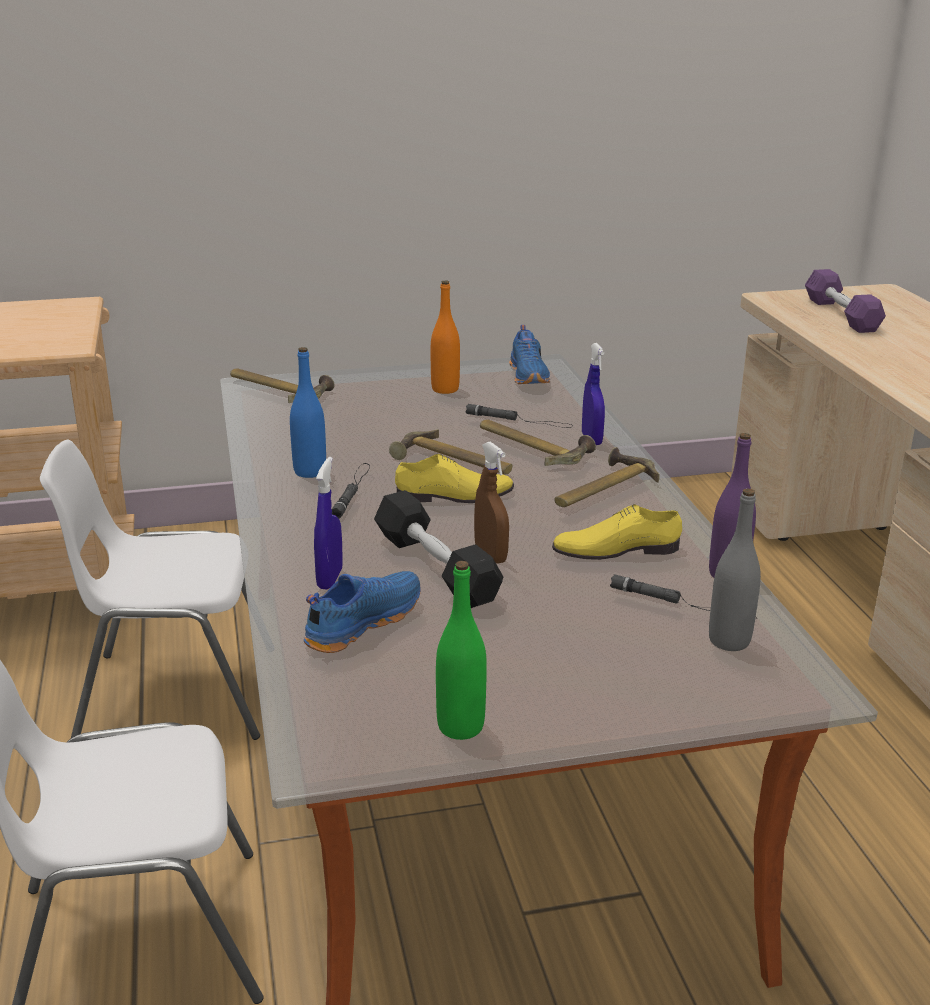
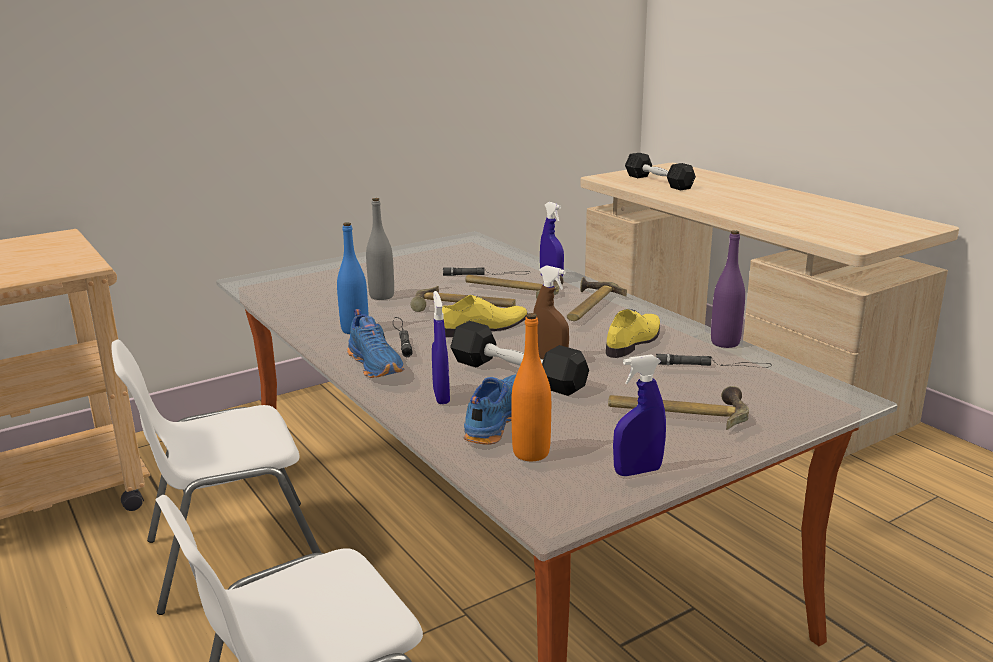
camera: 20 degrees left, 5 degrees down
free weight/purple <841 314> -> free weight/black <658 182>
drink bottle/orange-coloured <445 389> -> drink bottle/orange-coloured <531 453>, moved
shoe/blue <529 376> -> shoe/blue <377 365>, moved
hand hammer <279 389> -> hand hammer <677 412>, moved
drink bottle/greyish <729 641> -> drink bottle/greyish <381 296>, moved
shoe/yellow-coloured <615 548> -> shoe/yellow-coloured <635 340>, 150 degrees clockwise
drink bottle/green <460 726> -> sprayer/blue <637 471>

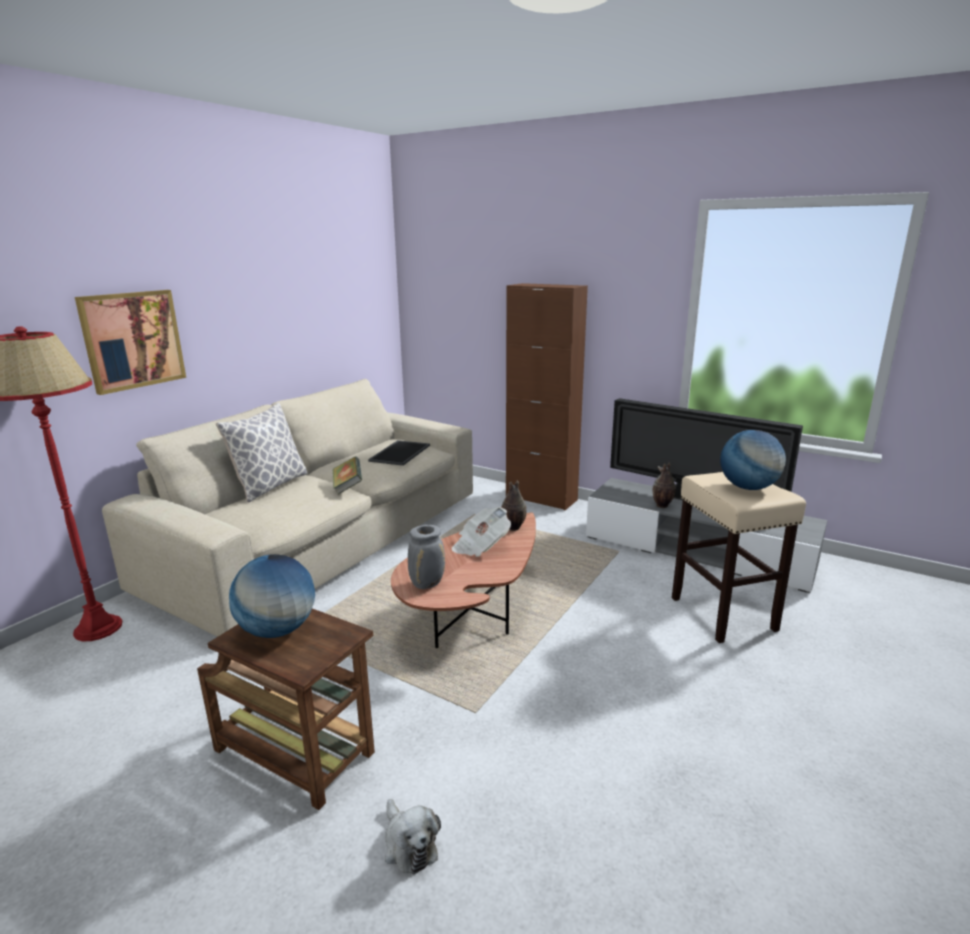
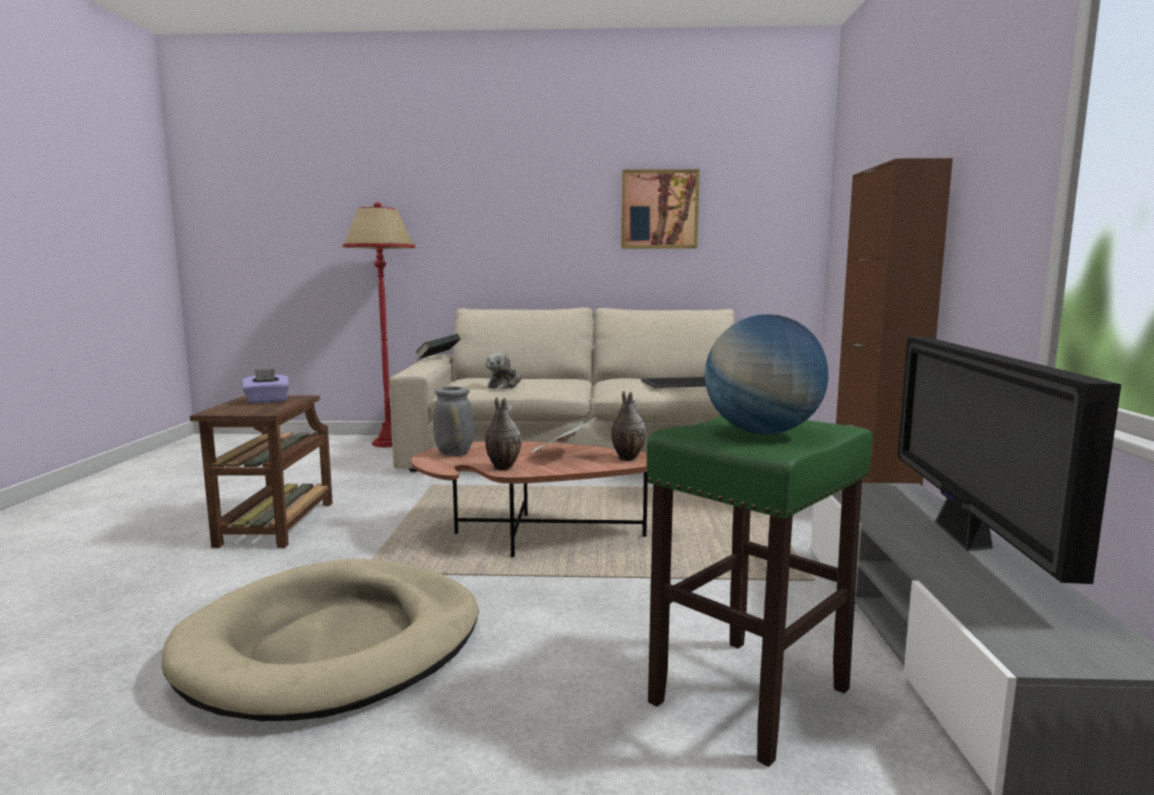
camera: 60 degrees right, 10 degrees down
wall picture <133 340> -> wall picture <659 209>, moved
throw pillow <270 486> -> none
bound book <348 487> -> bound book <438 359>, moved
vase <662 506> -> vase <502 468>, moved
stool/beige <724 614> -> stool/green <749 697>
desk globe <277 630> -> tissue box/purple <267 401>
cuddly toy <409 844> -> cuddly toy <504 386>, moved
none -> pet bed/beige <334 645>

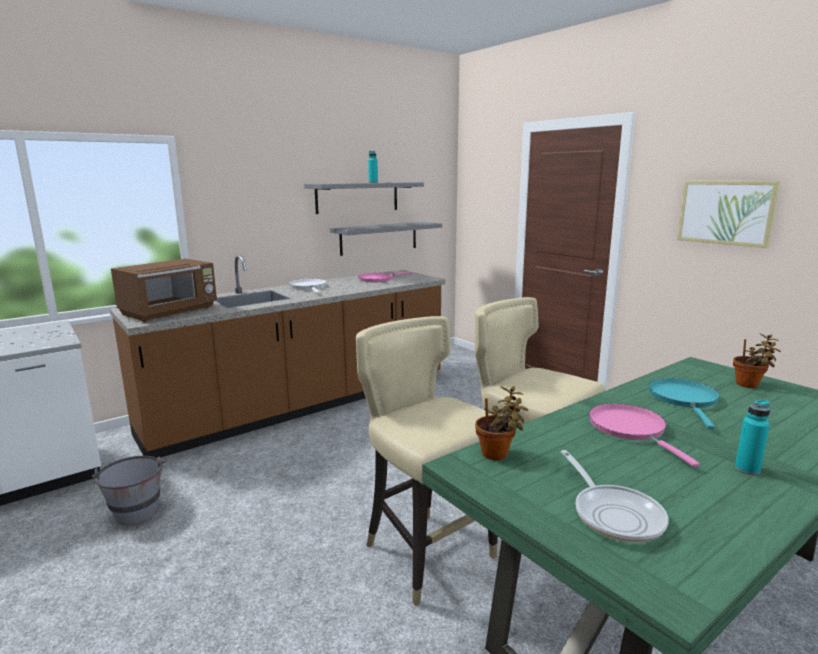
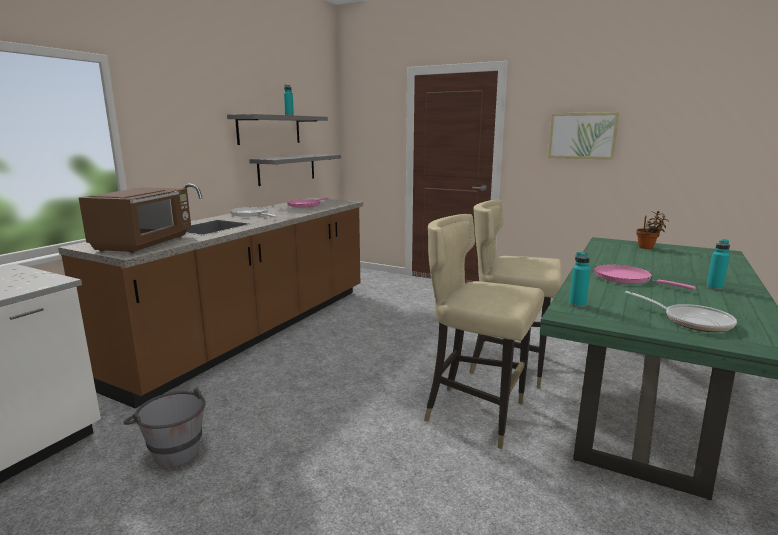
camera: 25 degrees left, 0 degrees up
frying pan/turquoise <684 399> -> none
potted plant <497 454> -> drink bottle/turquoise <577 304>

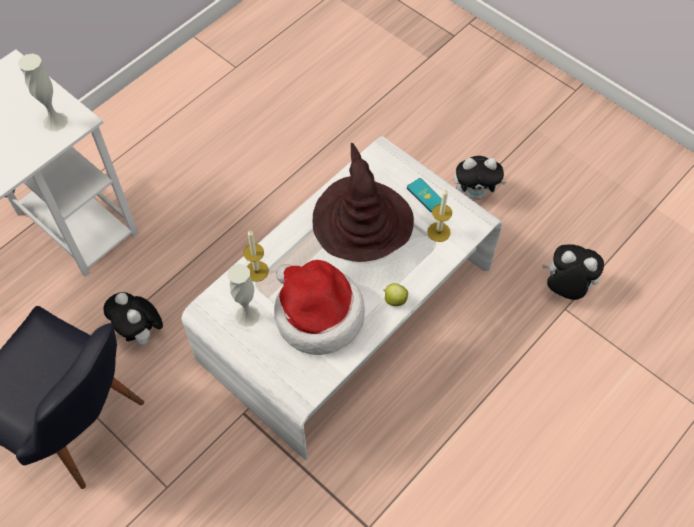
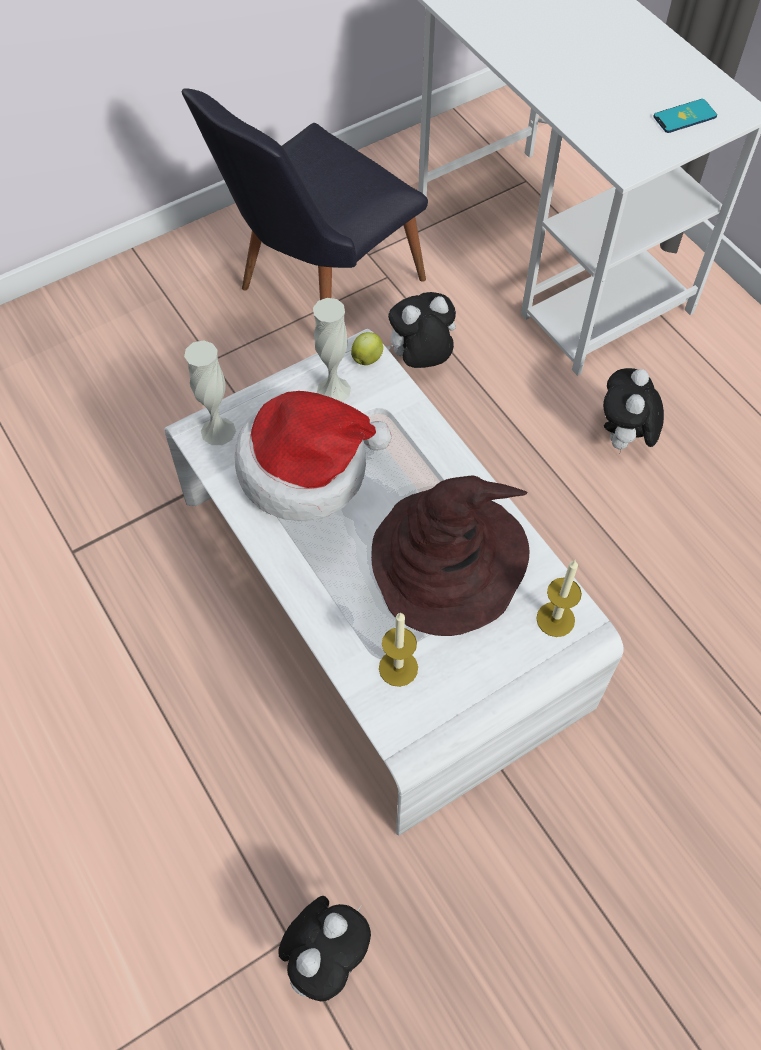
camera: 105 degrees right, 0 degrees up
vase/white <55 121> -> vase/white <218 431>, moved
cuddly toy <475 193> -> cuddly toy <623 439>, moved
phone <425 195> -> phone <684 116>, moved
wax candle <256 271> -> wax candle <555 619>, moved
whole apple <394 300> -> whole apple <367 358>, moved

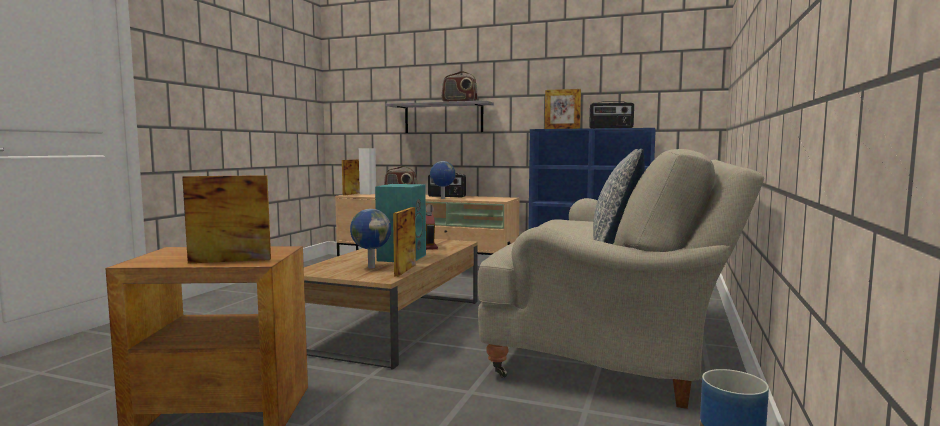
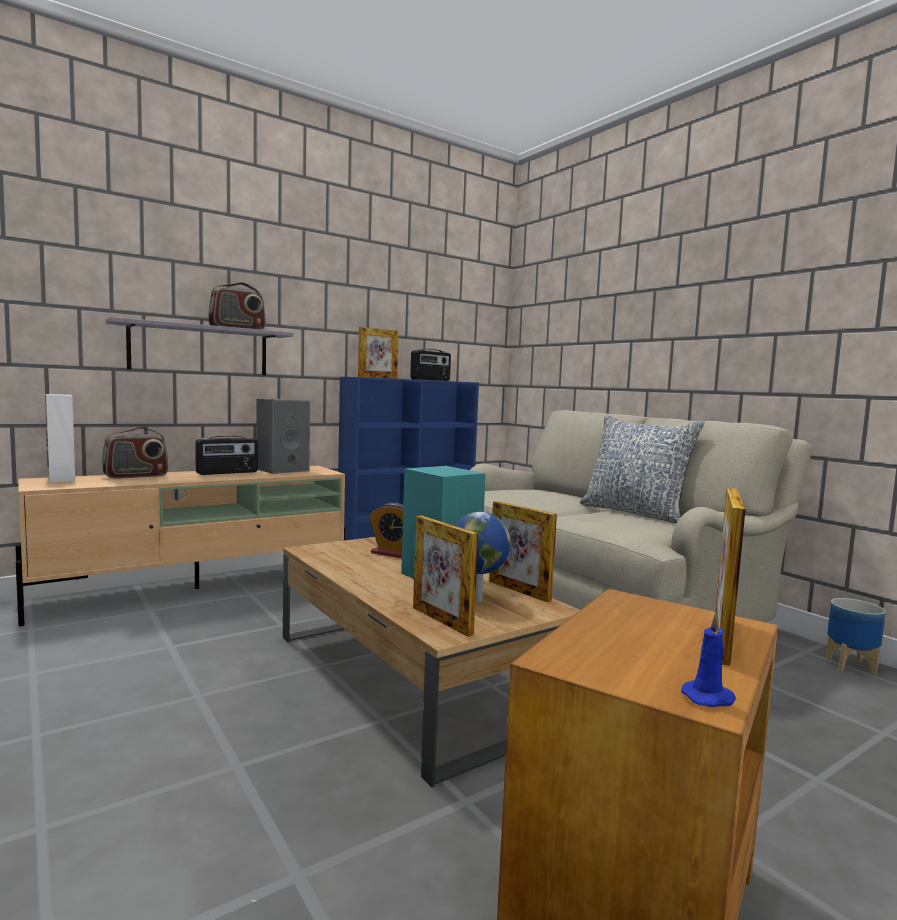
camera: 55 degrees left, 0 degrees up
standing frame <351 194> -> standing frame <441 620>, moved
desk globe <442 198> -> none
none -> audio speaker/greyish <283 470>
none -> wax candle/blue <709 698>

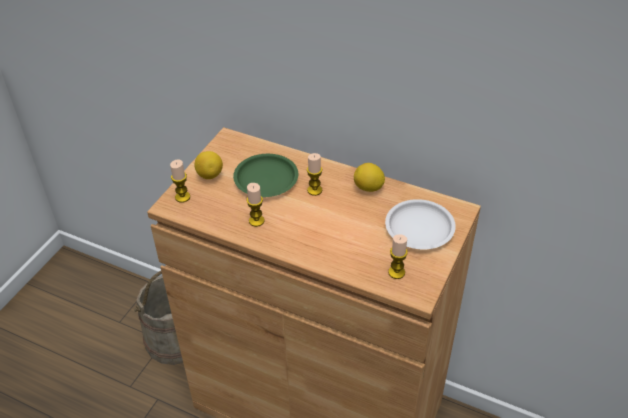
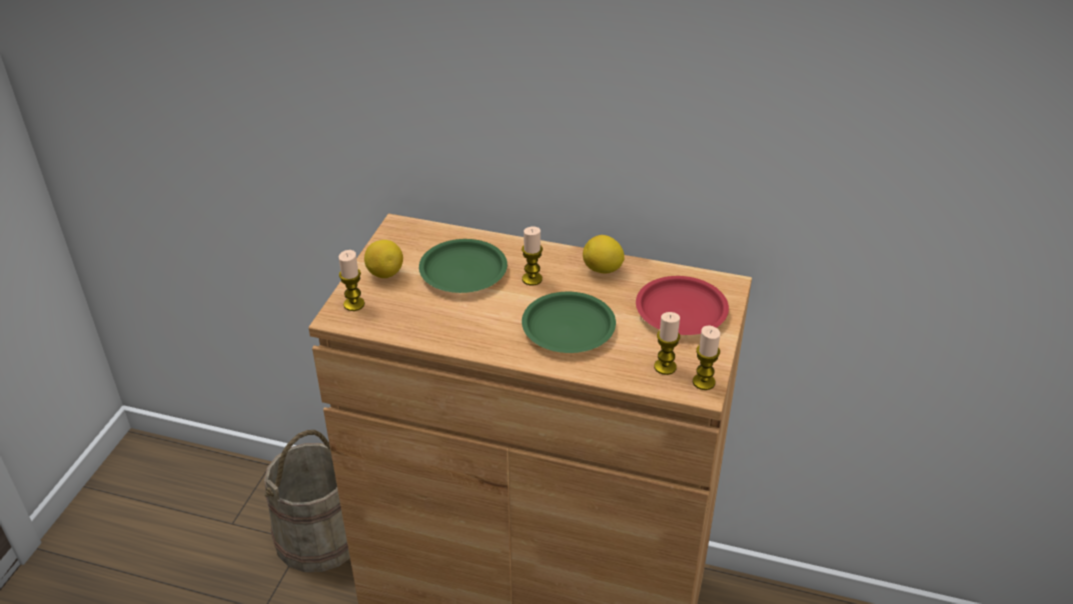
camera: 10 degrees left, 5 degrees down
wax candle <256 221> -> wax candle <703 382>, moved
plate/white <419 228> -> plate/red <680 311>
none -> plate/green <569 328>

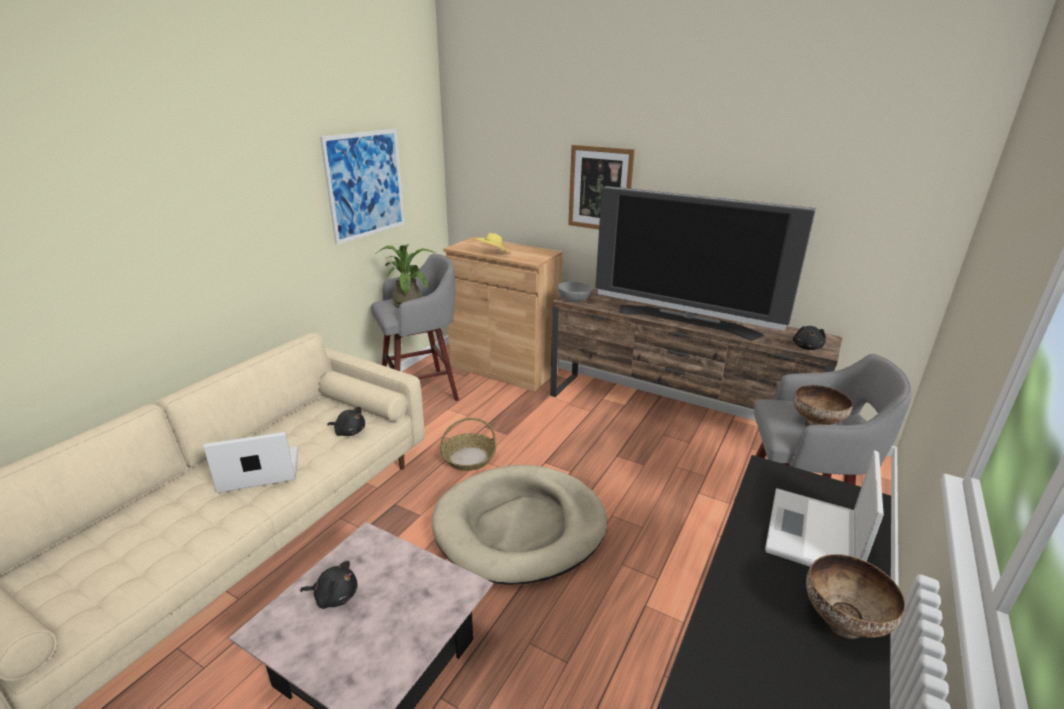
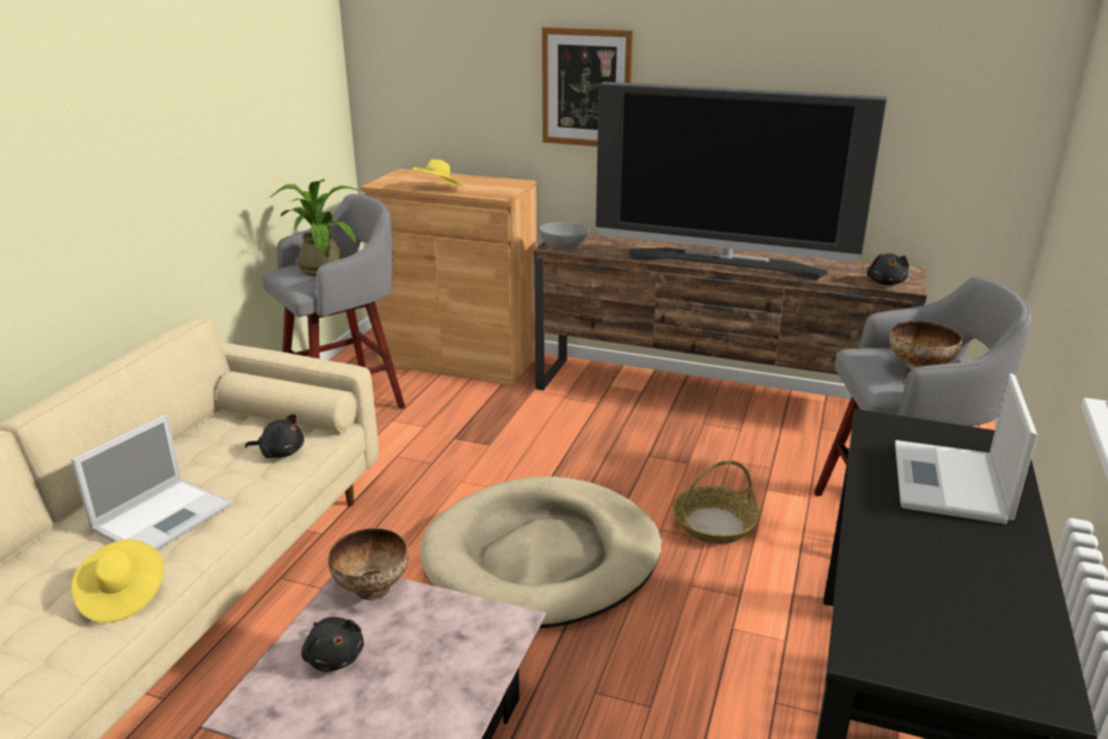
camera: 10 degrees left, 0 degrees up
wall picture <365 184> -> none
storage basket <469 458> -> storage basket <714 524>, moved
notebook computer <258 471> -> notebook computer <164 516>, 150 degrees clockwise
deep dish <841 622> -> deep dish <371 589>, moved
cuddly toy/black <334 596> -> cuddly toy/black <334 657>, 60 degrees clockwise
none -> clothing hat/yellow-coloured <122 596>

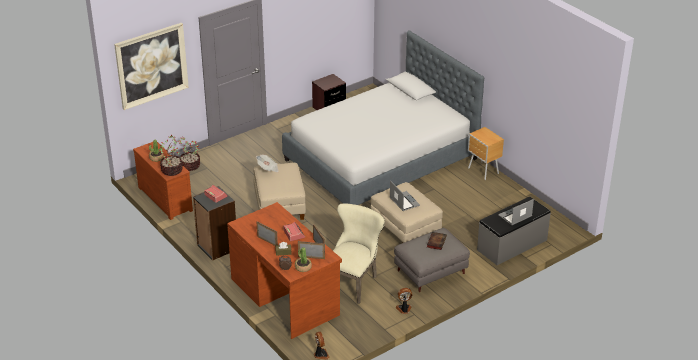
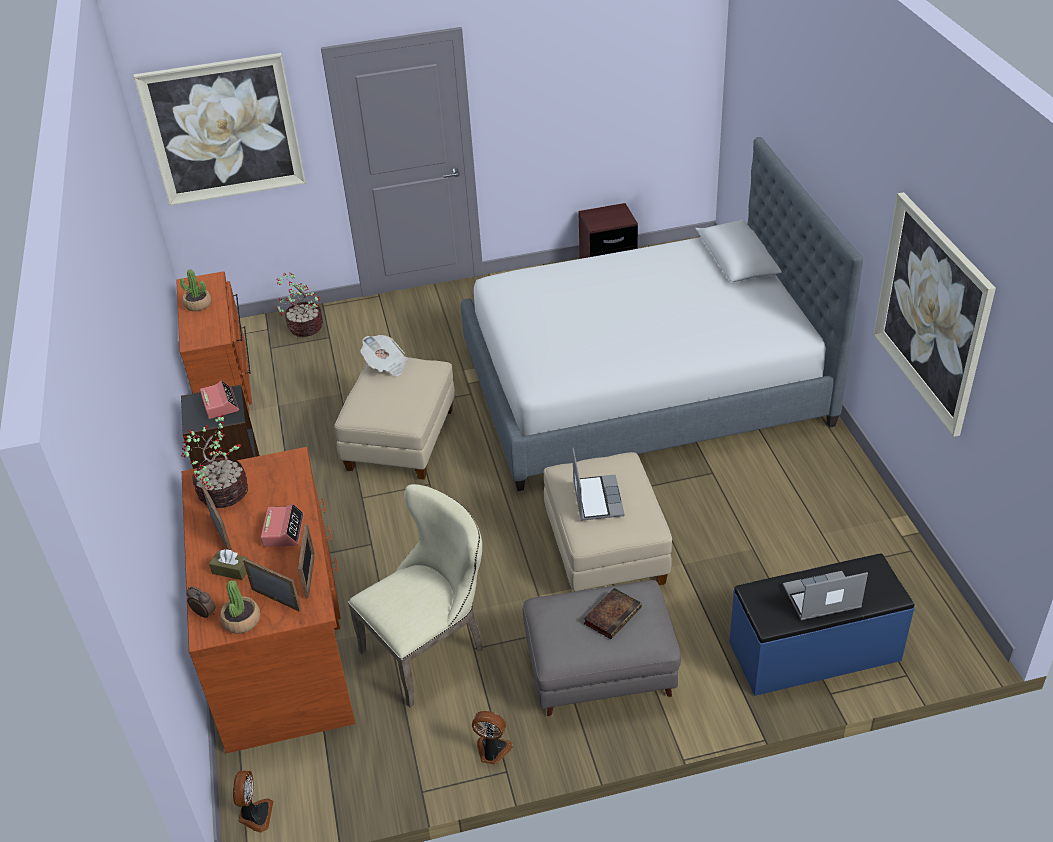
camera: 25 degrees right, 5 degrees up
bedside table/brownish <483 171> -> none
potted plant <172 170> -> potted plant <225 492>, moved
long seat/greyish <512 245> -> long seat/blue <815 652>
none -> wall picture <932 312>

